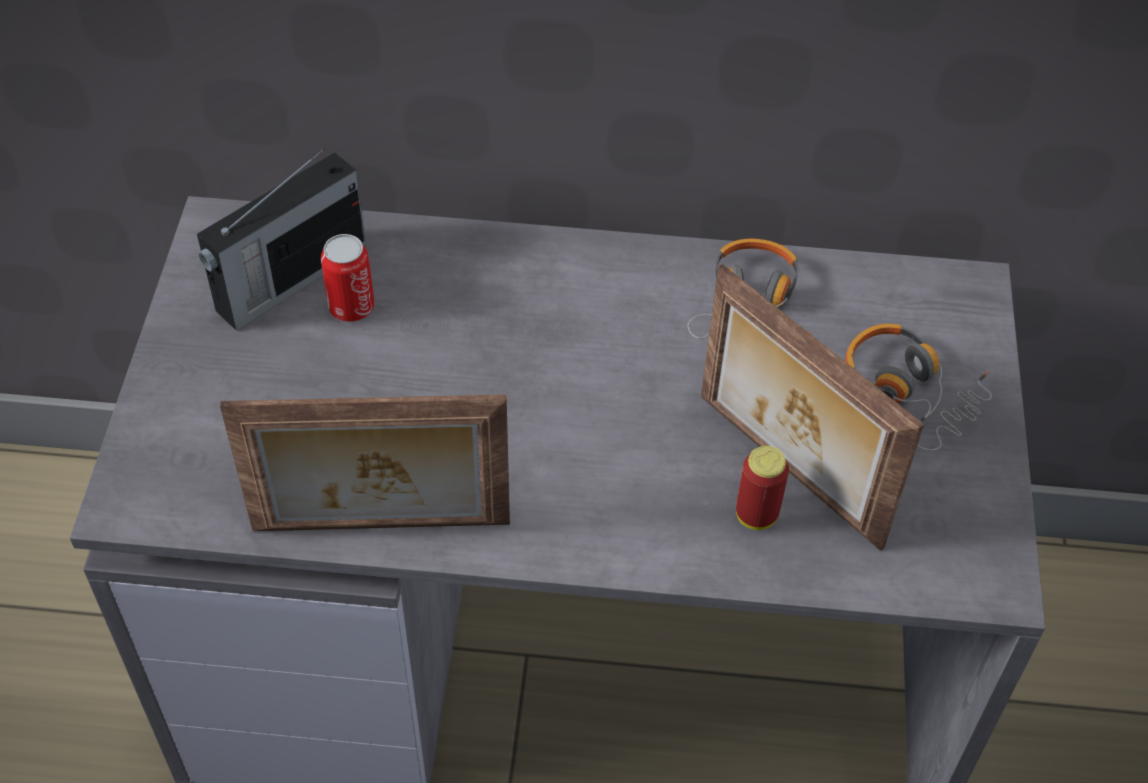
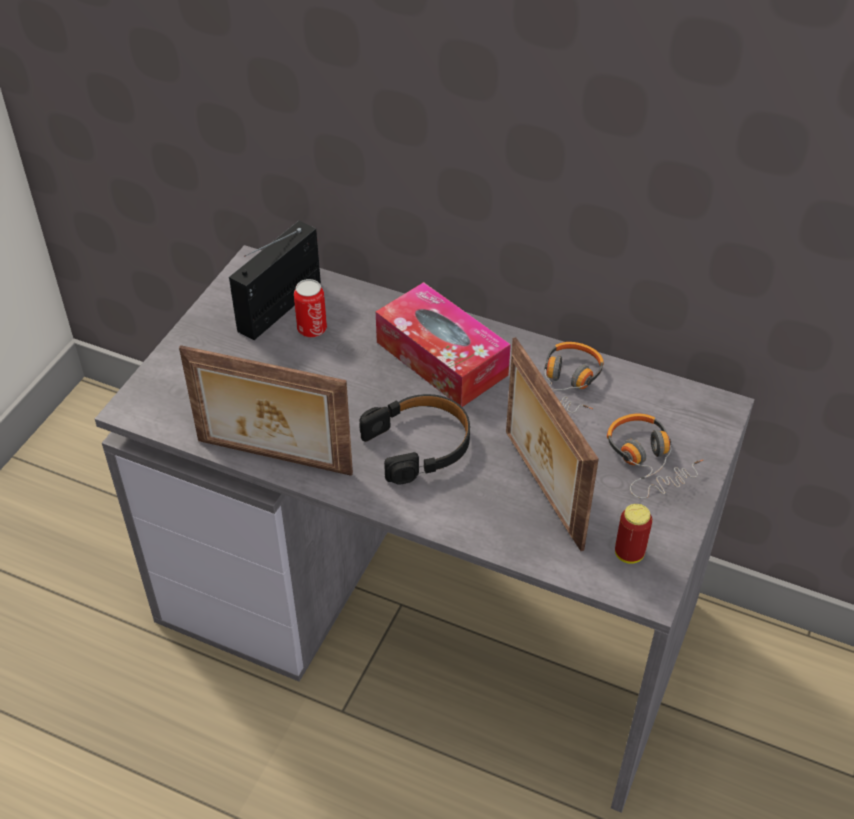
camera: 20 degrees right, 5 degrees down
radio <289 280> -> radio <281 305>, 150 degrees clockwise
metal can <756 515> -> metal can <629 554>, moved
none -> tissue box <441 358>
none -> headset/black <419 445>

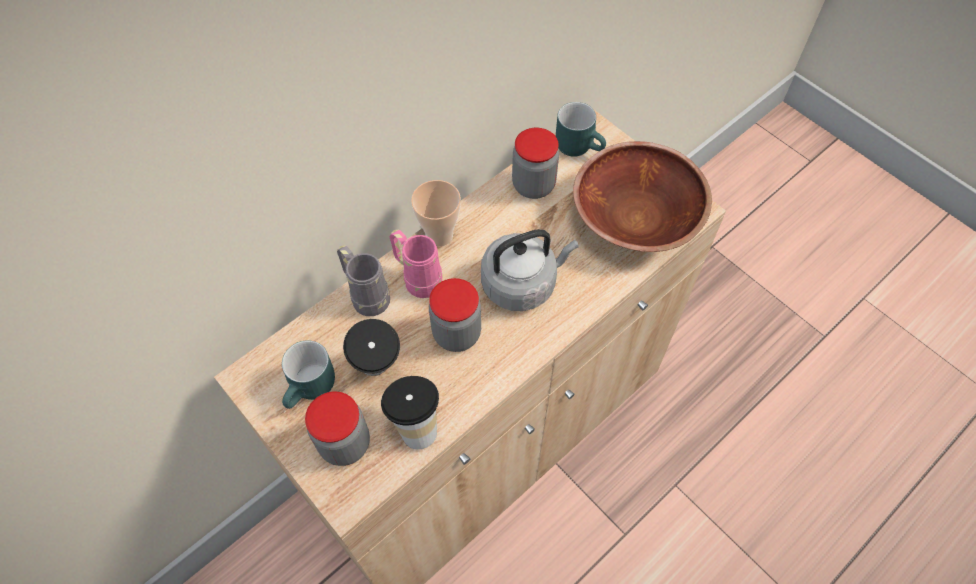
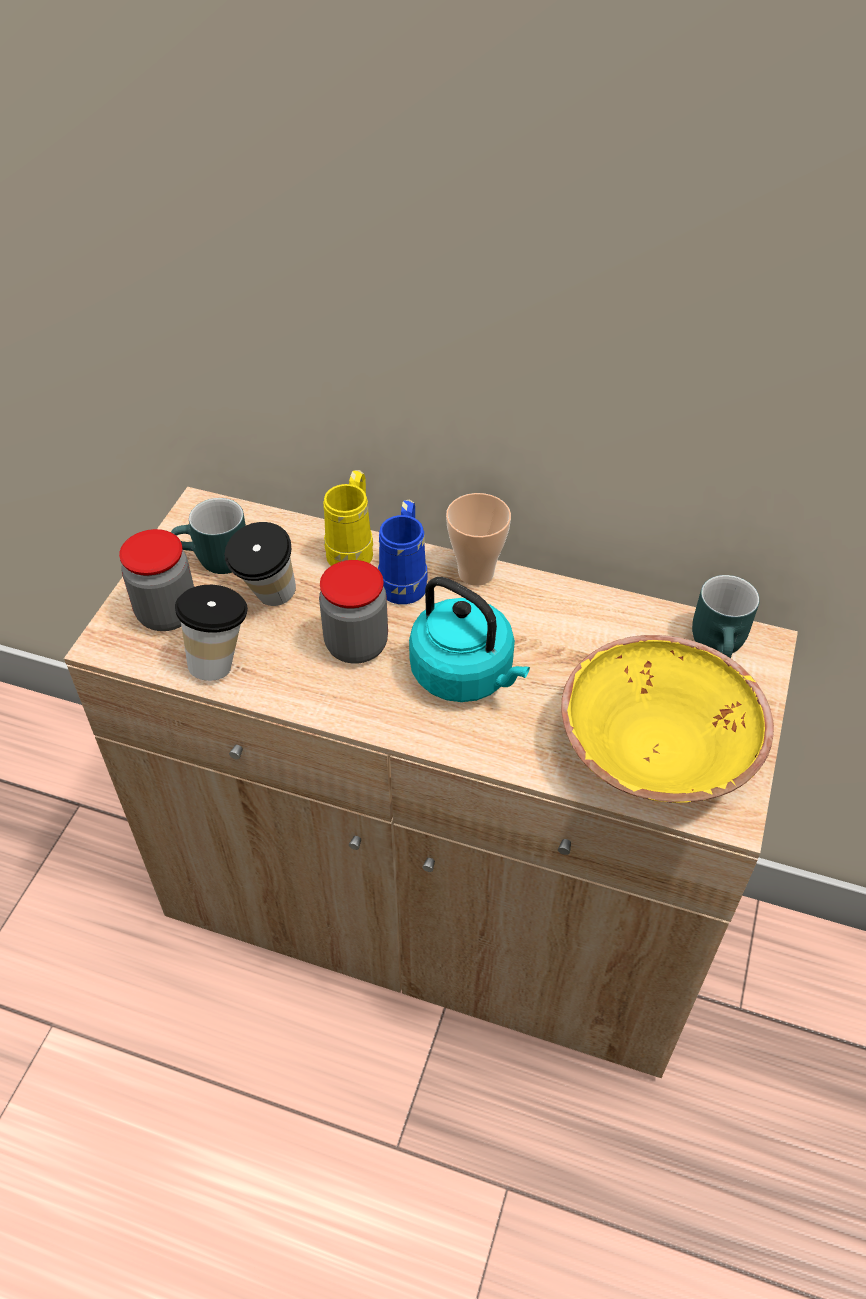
camera: 60 degrees right, 10 degrees down
preserve jar <533 185> -> none
deep dish/brownish <636 218> -> deep dish/yellow-coloured <657 751>
water kettle/greyish <522 283> -> water kettle/turquoise <466 675>
tea mug/pinkish <418 278> -> tea mug/blue <405 580>
tea mug/greyish <366 295> -> tea mug/yellow-coloured <353 549>

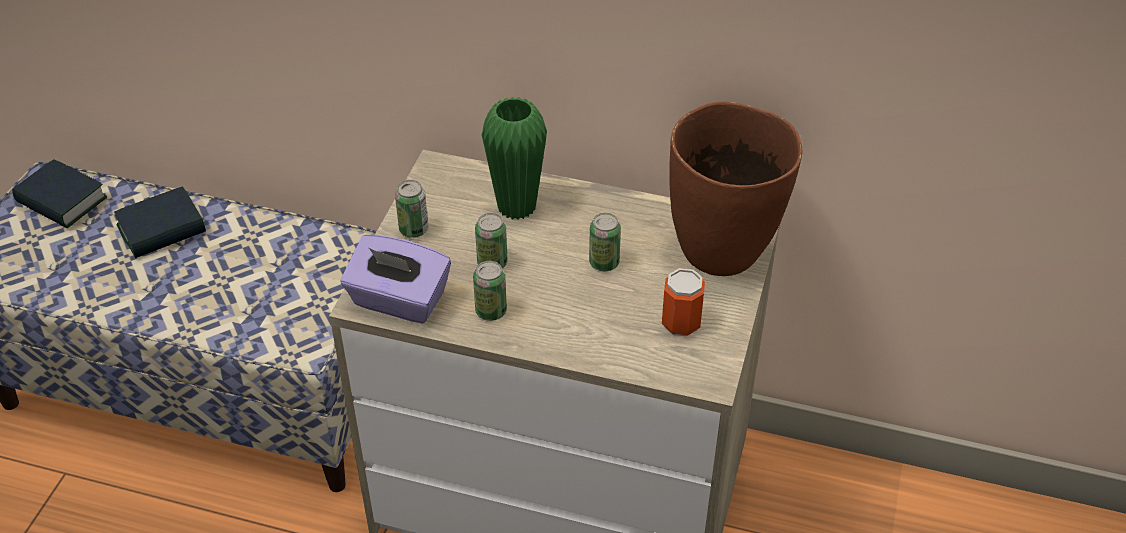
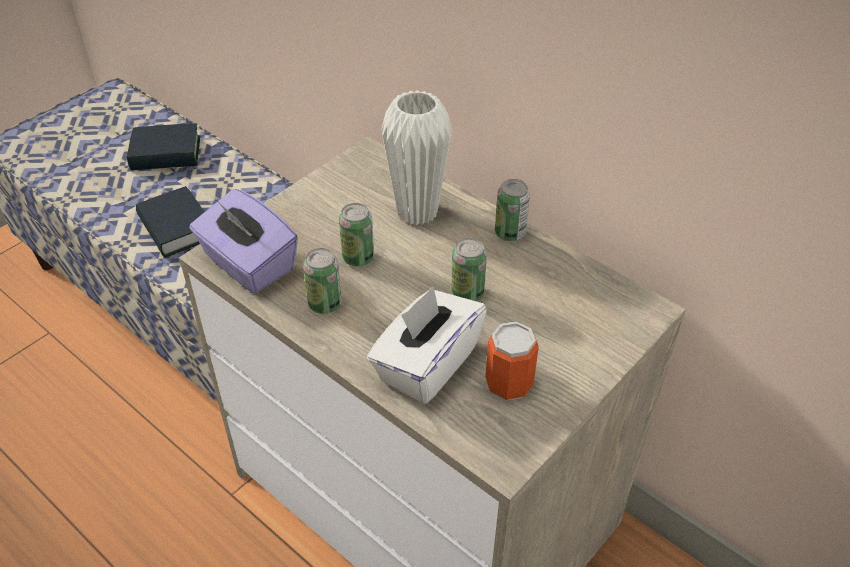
camera: 25 degrees right, 0 degrees up
vase/green <516 207> -> vase/white <417 212>
vase/brownish <722 251> -> none
bound book <61 201> -> bound book <176 228>, moved
metal can <413 229> -> metal can <510 233>, moved
none -> tissue box/white <427 365>

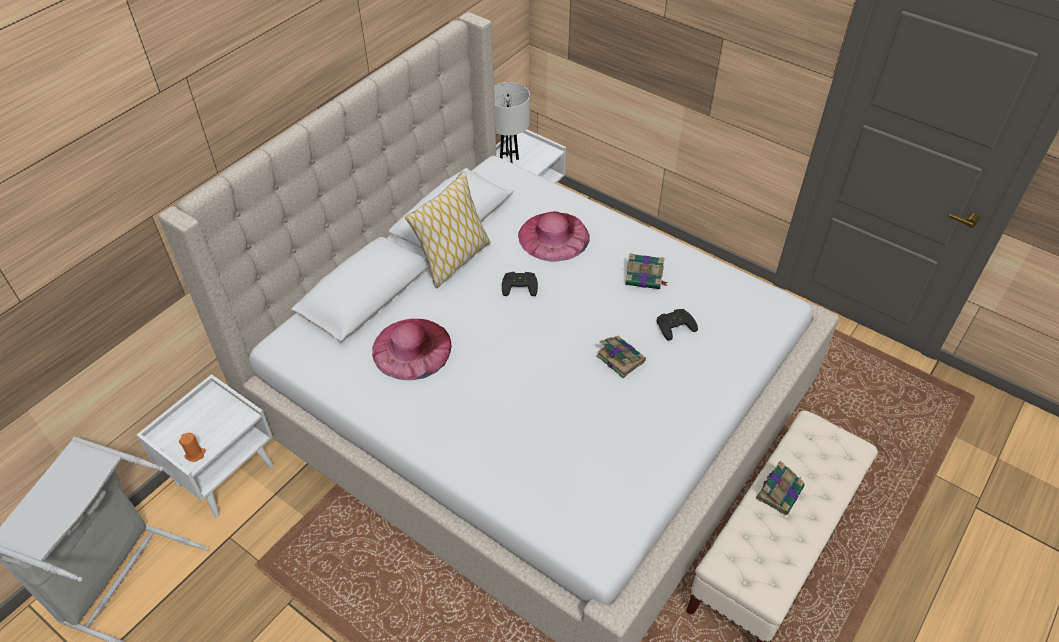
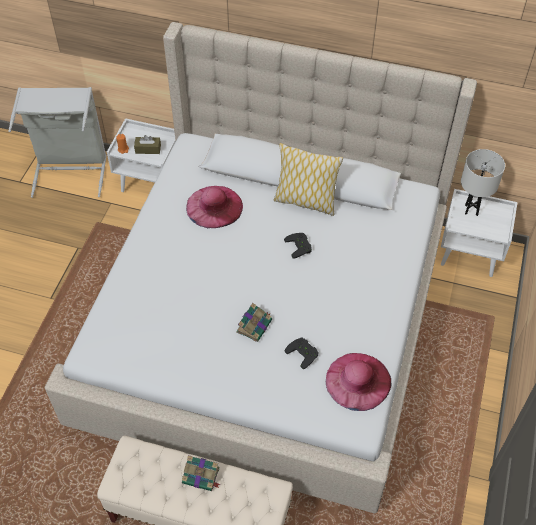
camera: 70 degrees right, 5 degrees up
clothing hat/pinkish <553 236> -> clothing hat/pinkish <358 381>, moved
bound book <645 277> -> none
none -> tissue box/brownish <148 149>

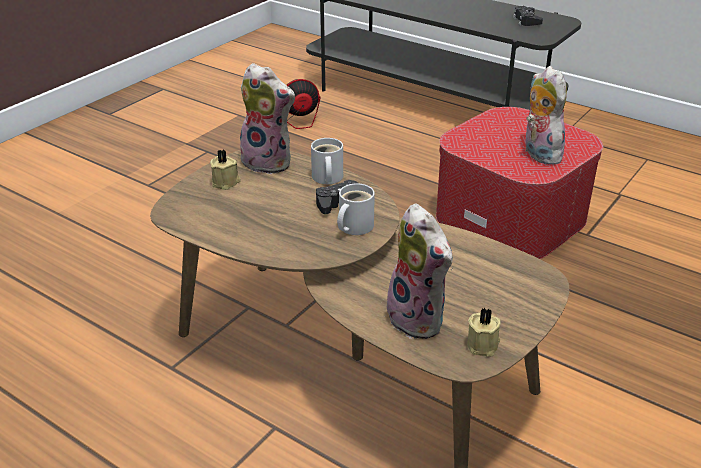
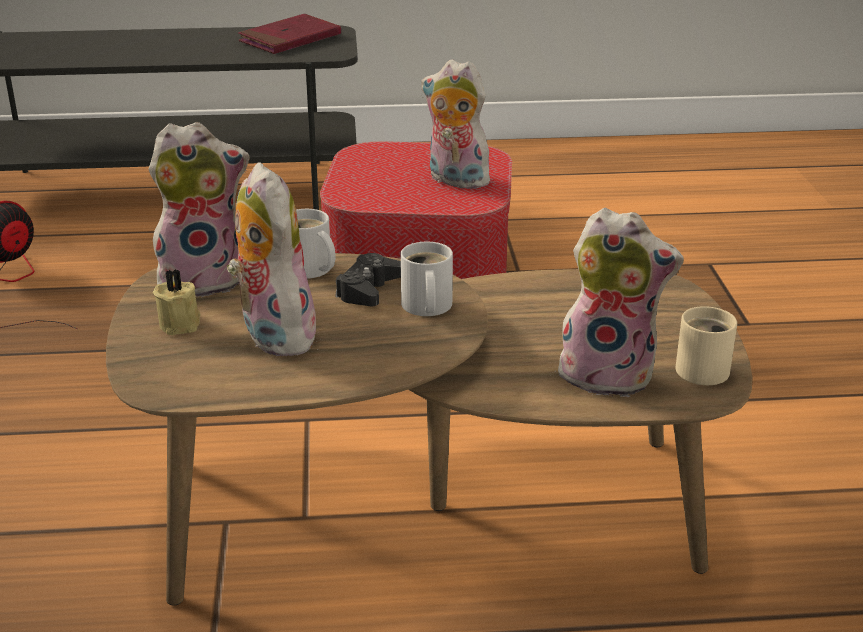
camera: 40 degrees left, 5 degrees down
joypad/black <526 20> -> bound book/red <290 39>
wax candle/beige <484 345> -> tea mug/beige <702 368>
none -> cuddly toy <272 335>

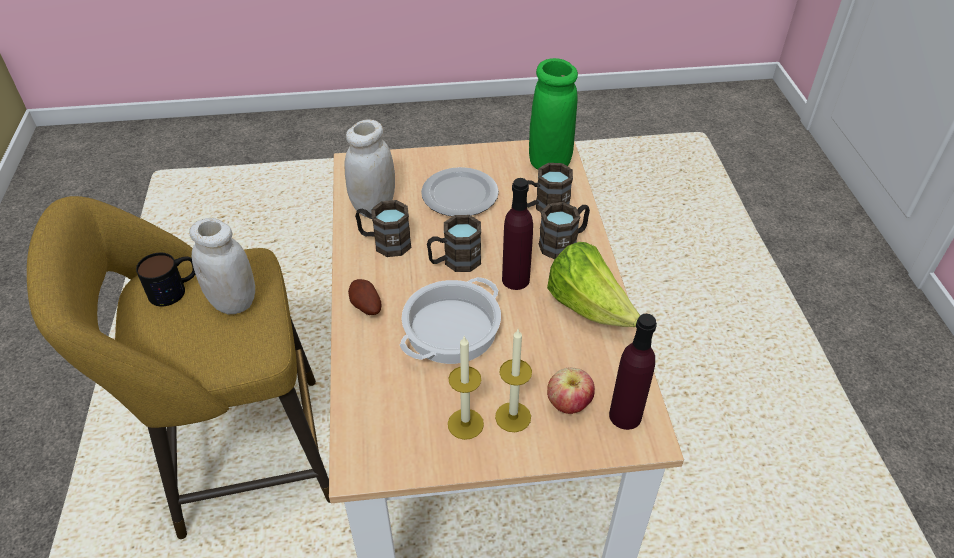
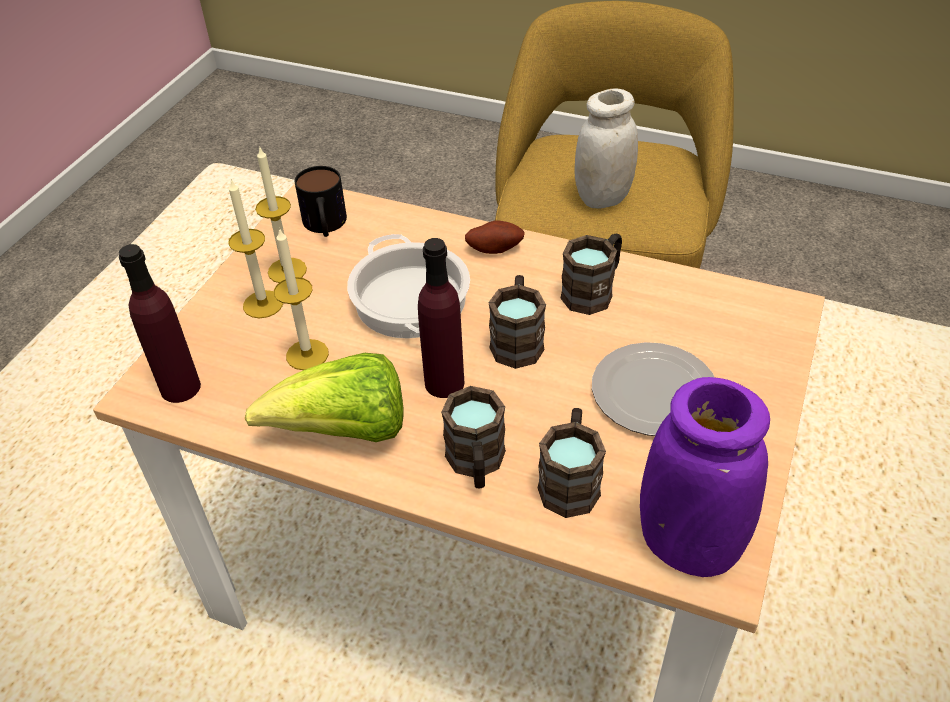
camera: 120 degrees right, 0 degrees up
vase/green <550 161> -> vase/purple <688 543>
preserve jar/white <374 206> -> none
tea mug <175 289> -> tea mug <325 226>, moved
whole apple <568 404> -> none
none -> wax candle <307 354>

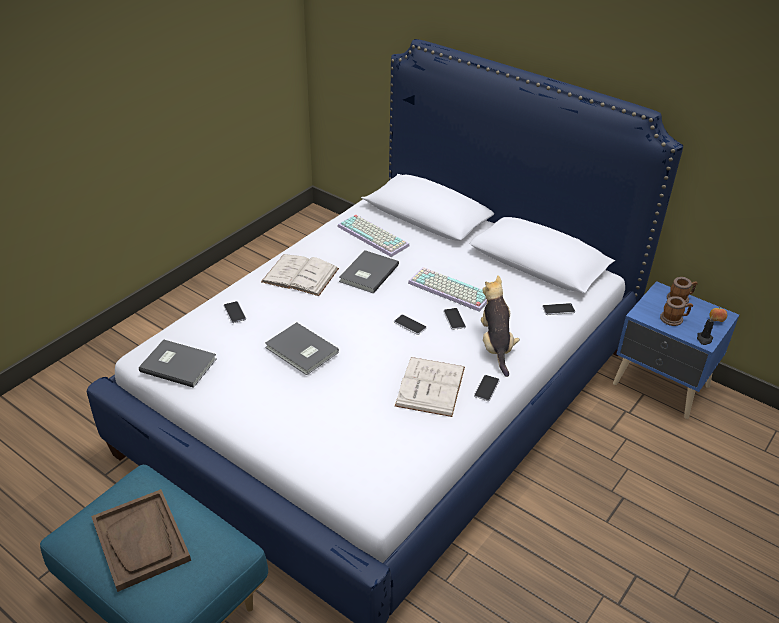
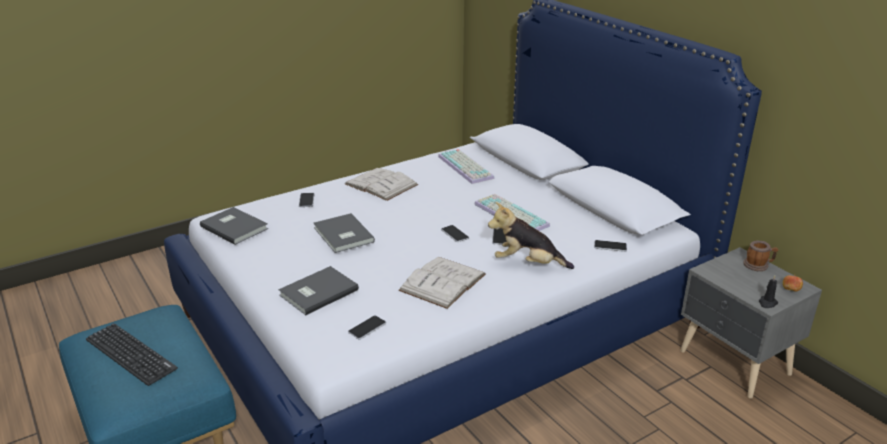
camera: 20 degrees right, 10 degrees down
bound book/greyish <367 273> -> bound book/greyish <317 292>, moved
cuddly toy <495 346> -> cuddly toy <527 263>, 90 degrees counterclockwise
bedside table/blue <661 387> -> bedside table/greyish <734 364>
tea mug <674 319> -> none
phone <486 388> -> phone <367 328>, moved
tray/brownish <141 541> -> PC keyboard <131 354>

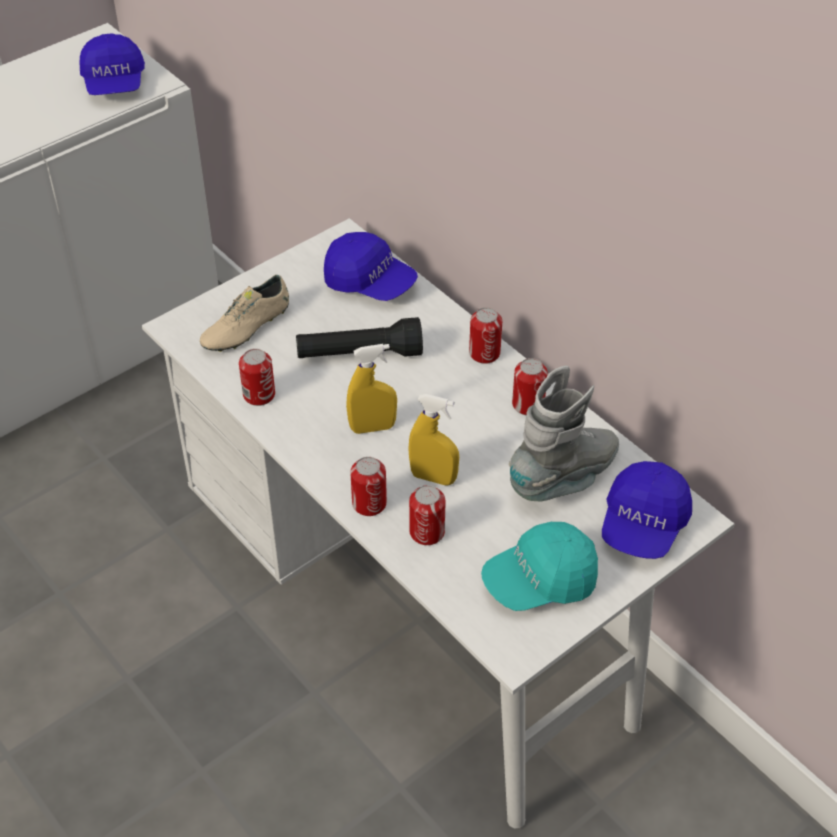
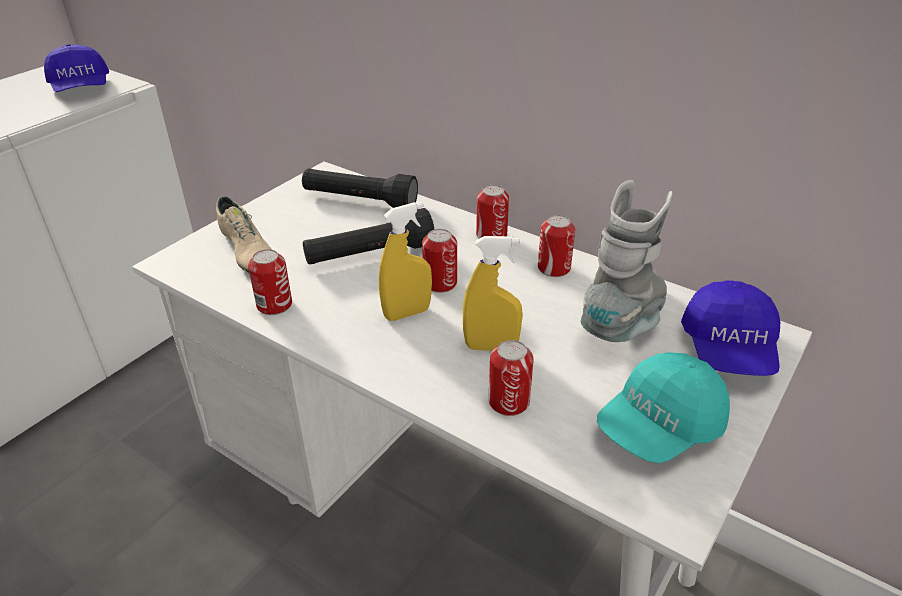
camera: 15 degrees left, 10 degrees down
peaked cap/blue <370 283> -> flashlight/black <359 201>
shoe/beige <246 328> -> shoe/beige <246 252>, 60 degrees counterclockwise
metal can <369 503> -> metal can <440 283>, moved

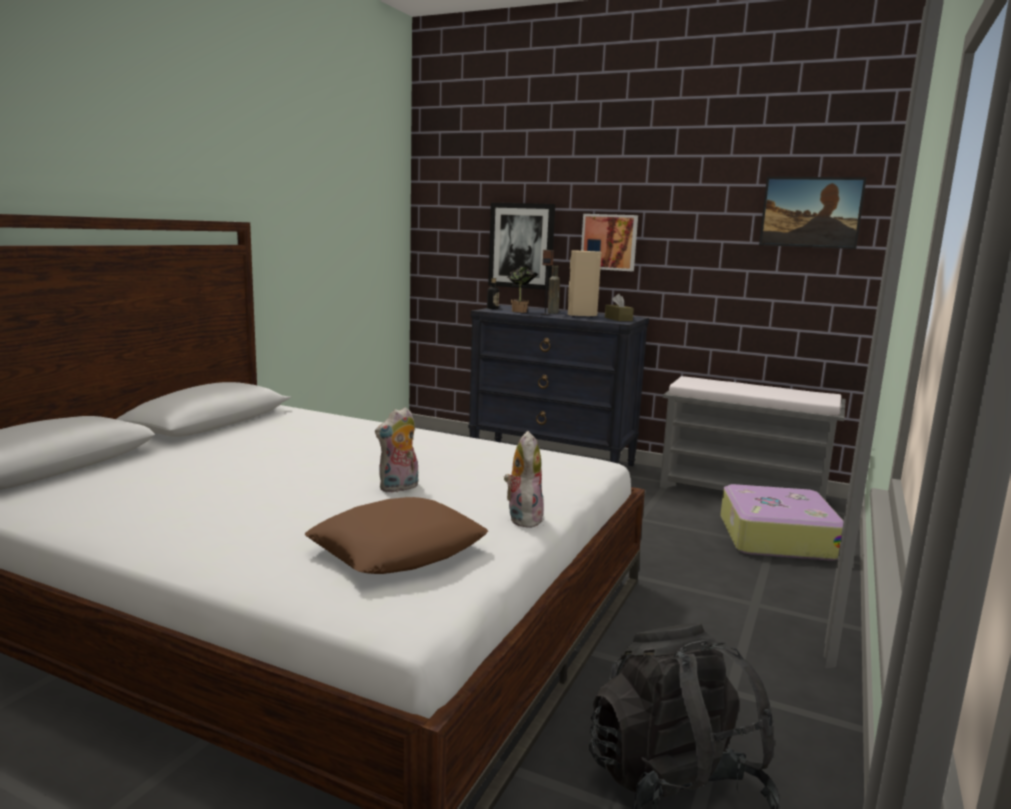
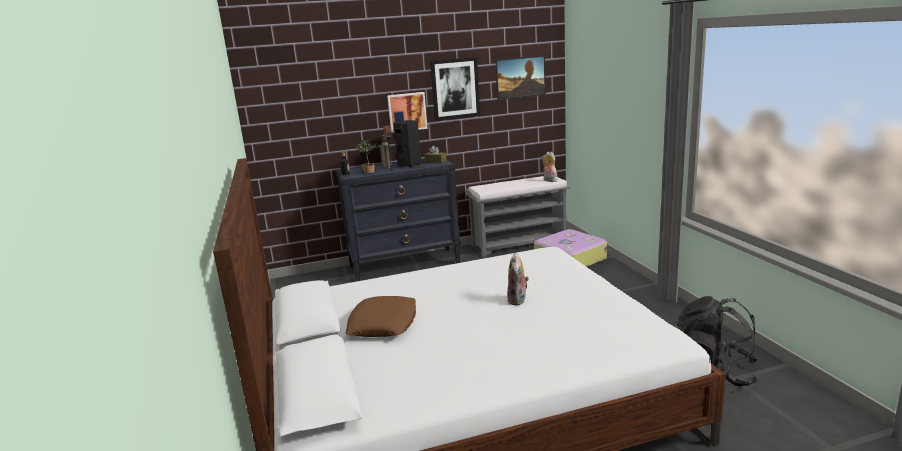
camera: 40 degrees left, 5 degrees up
wall picture <521 246> -> wall picture <455 88>, moved
audio speaker/beige <582 315> -> audio speaker/black <410 164>
cuddly toy <522 518> -> cuddly toy <549 181>, moved
throw pillow/brownish <398 549> -> throw pillow/brownish <383 323>, moved

